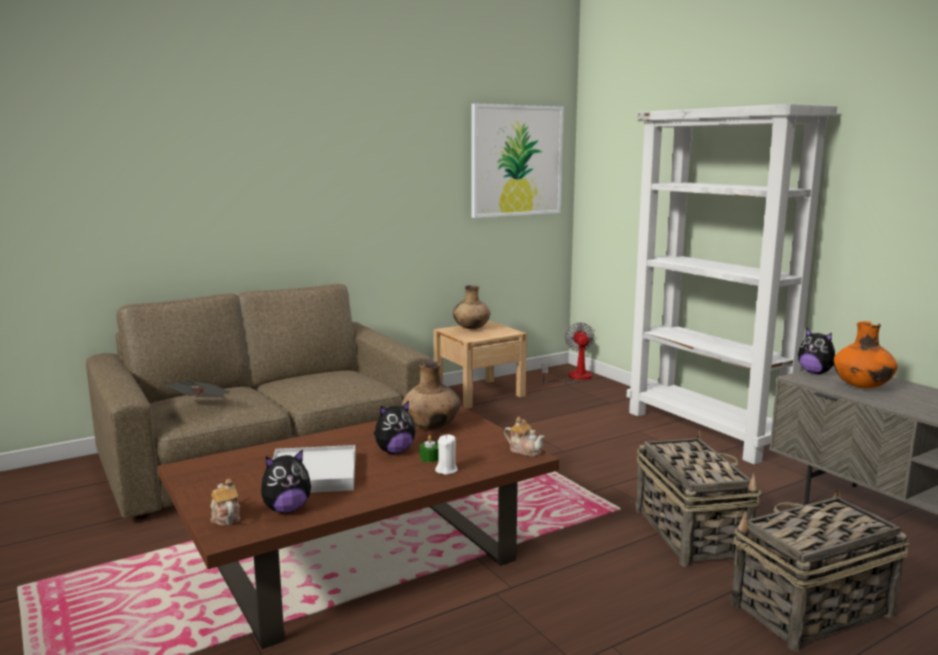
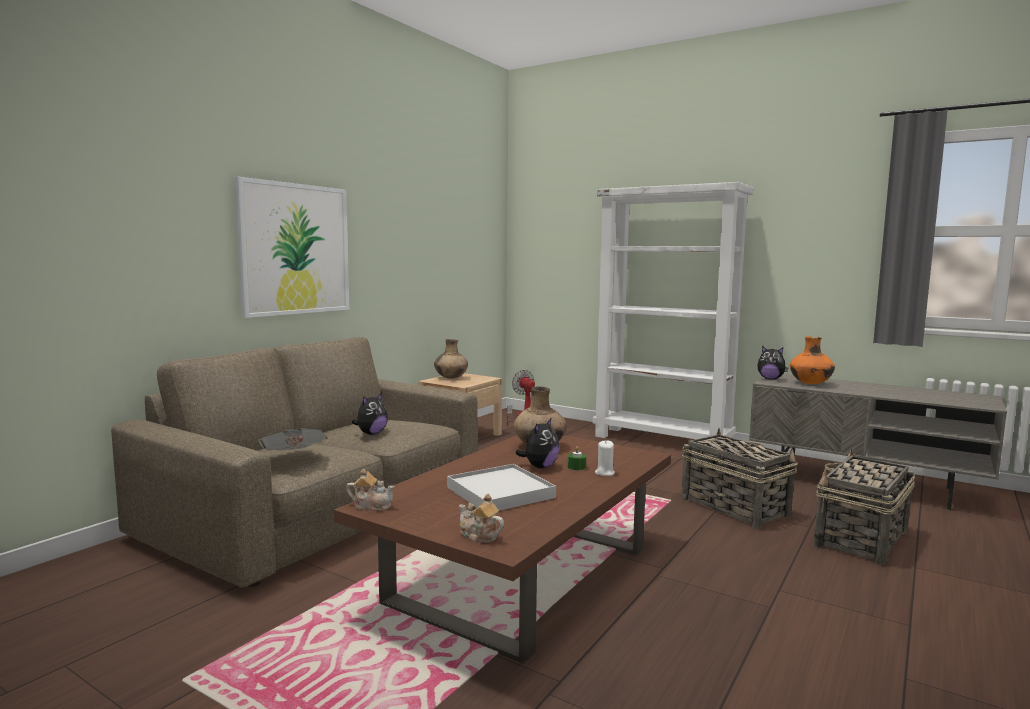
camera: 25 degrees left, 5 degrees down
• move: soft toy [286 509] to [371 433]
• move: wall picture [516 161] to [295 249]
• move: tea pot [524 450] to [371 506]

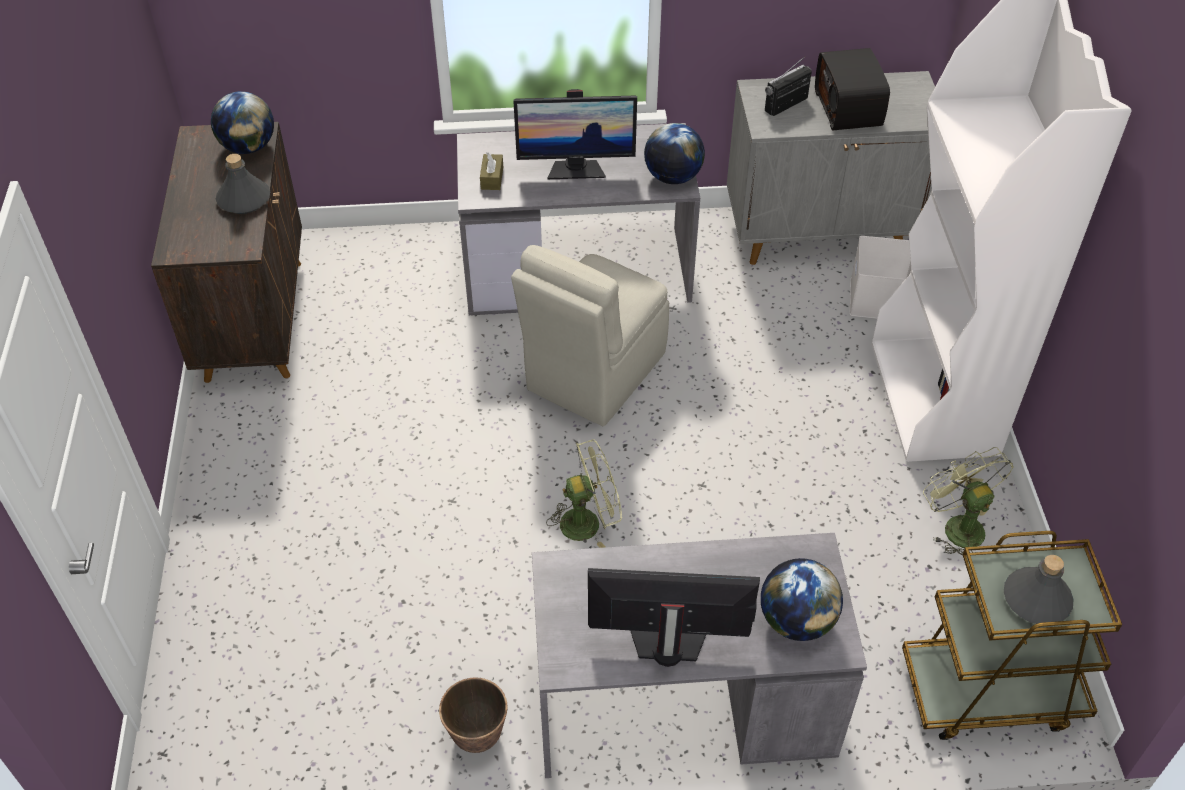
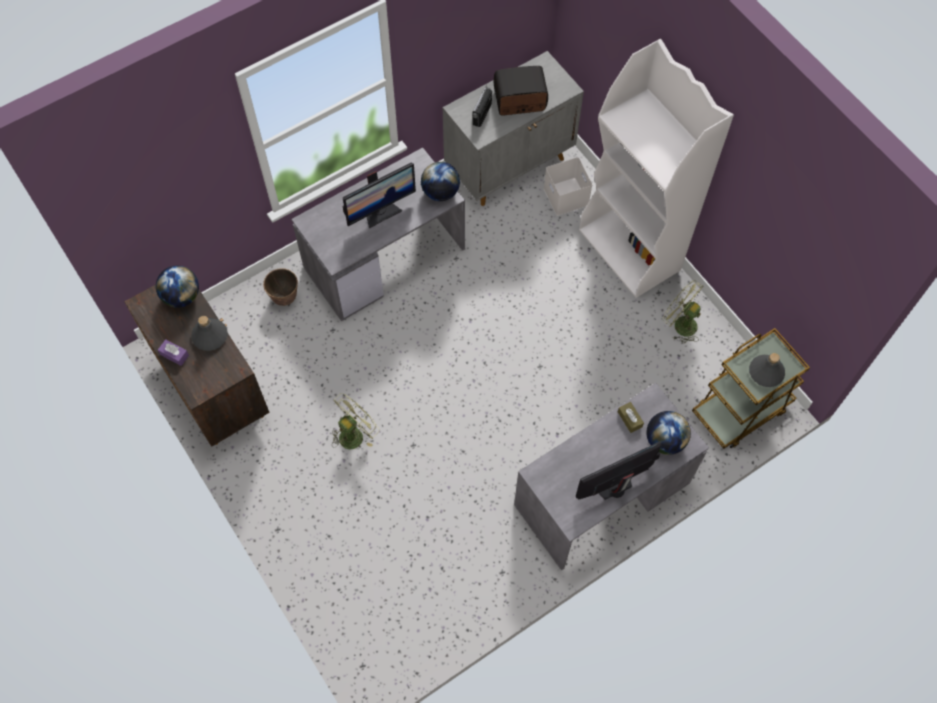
camera: 30 degrees left, 15 degrees up
• delete: sand-coloured chair [593 373]
• insert: purplish tissue box [174 355]
• move: planter [477 736] to [284 298]
• move: brown-coloured tissue box [492 178] to [629 419]
• move: green electric fan [588 521] to [354 433]
• rotate: radio [849 108] = [519 101] 120 degrees clockwise

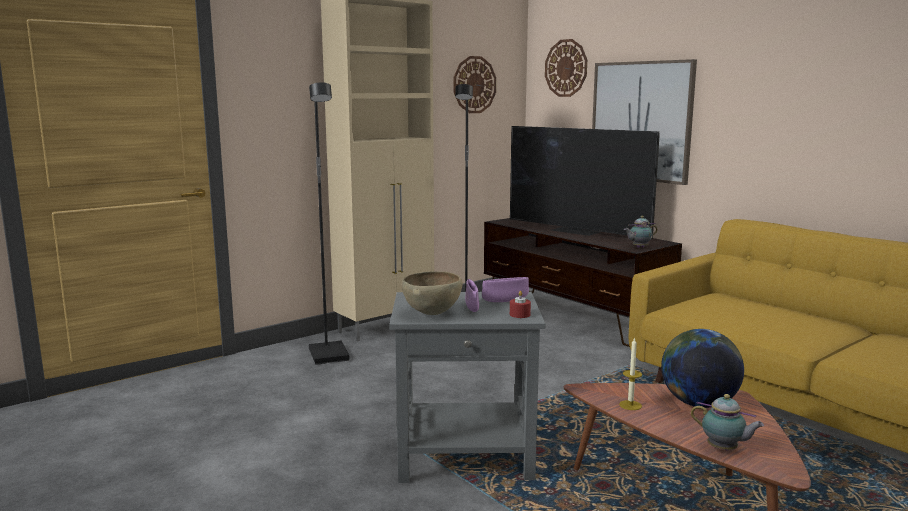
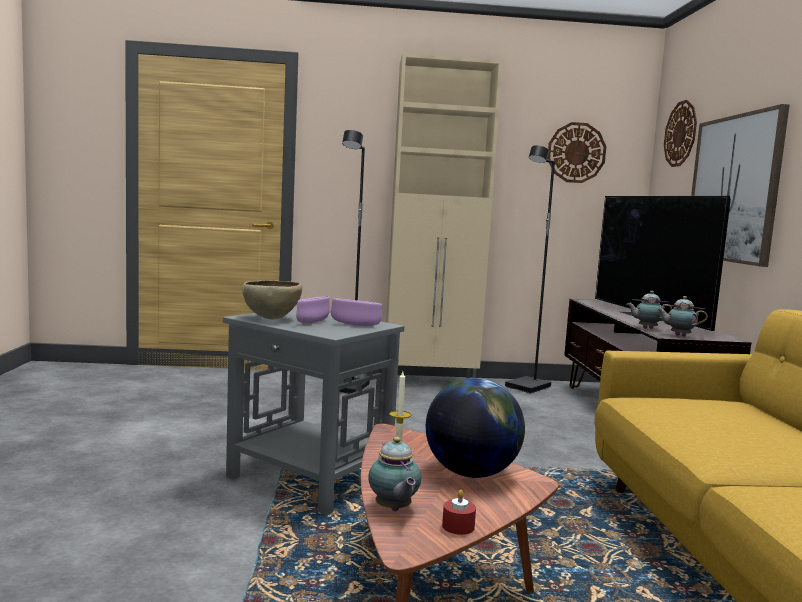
camera: 35 degrees right, 5 degrees down
• insert: tea pot [646 328]
• move: red-coloured wax light [520 314] to [458 526]

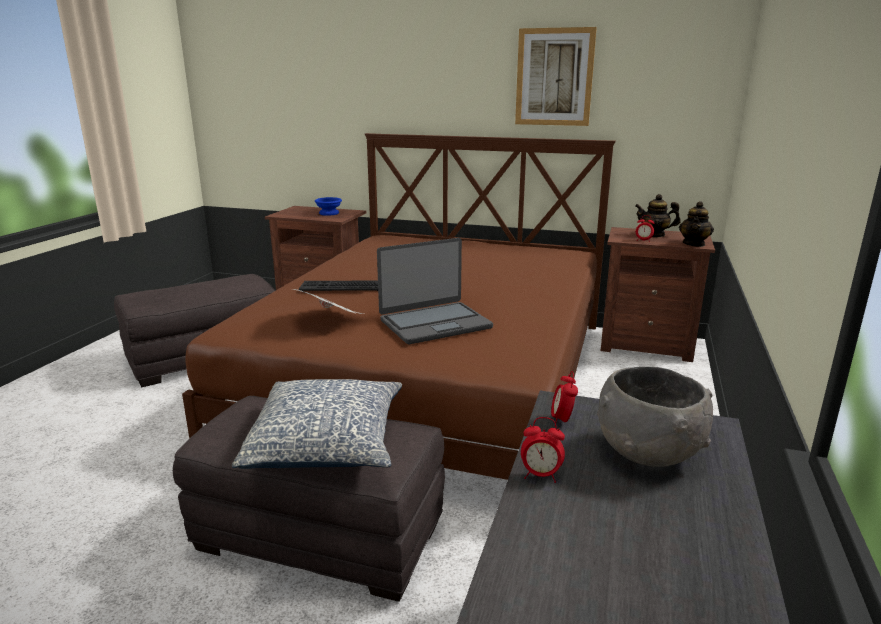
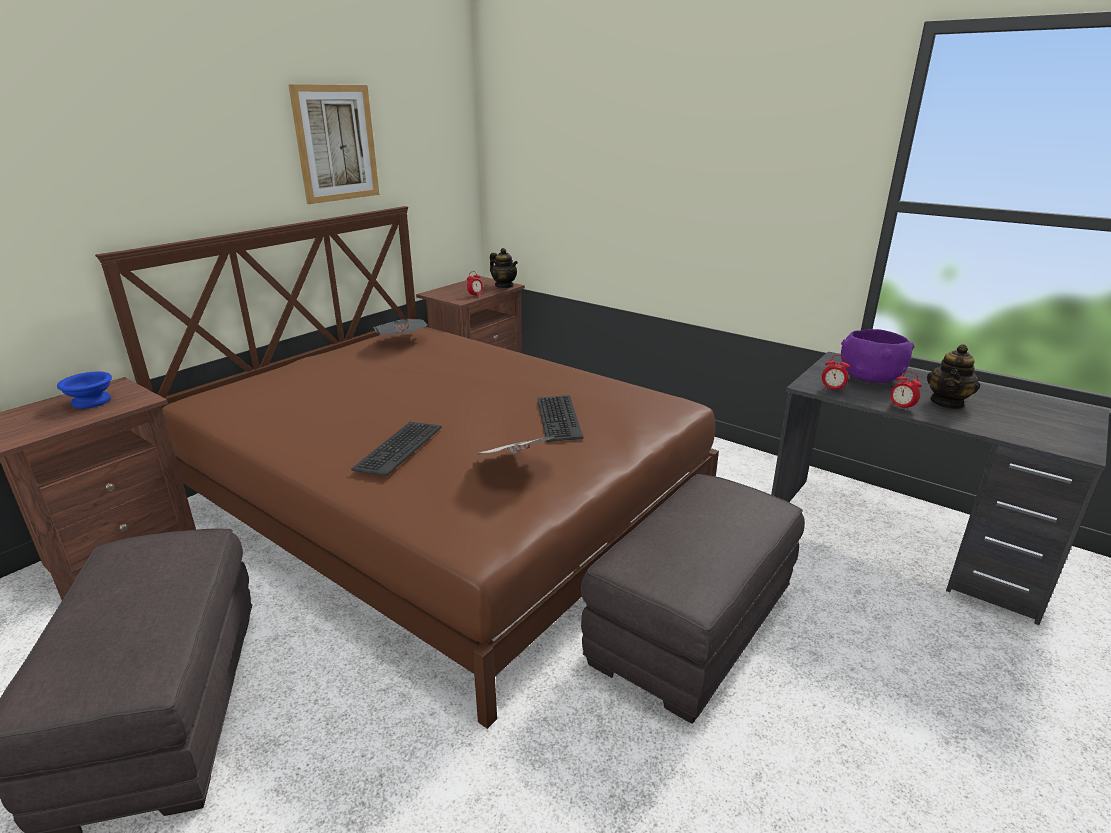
camera: 70 degrees left, 5 degrees up
• delete: cushion [327 443]
• insert: newspaper [402 341]
• move: tea pot [654 235] to [947 402]
• replace: notebook computer [434 323] to computer keyboard [558 418]
• recolor: gray bowl [648 452] to purplish bowl [869 378]
• rotate: bedside clock [540 475] = [901 408] 105 degrees clockwise

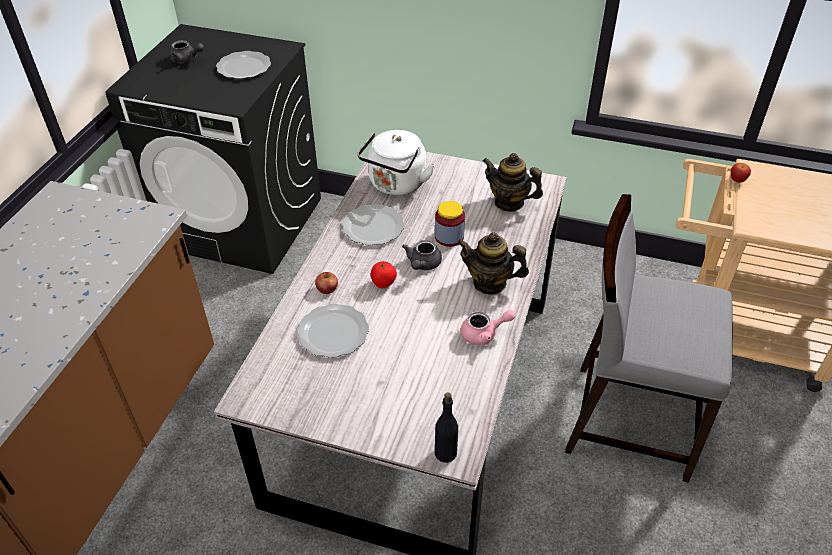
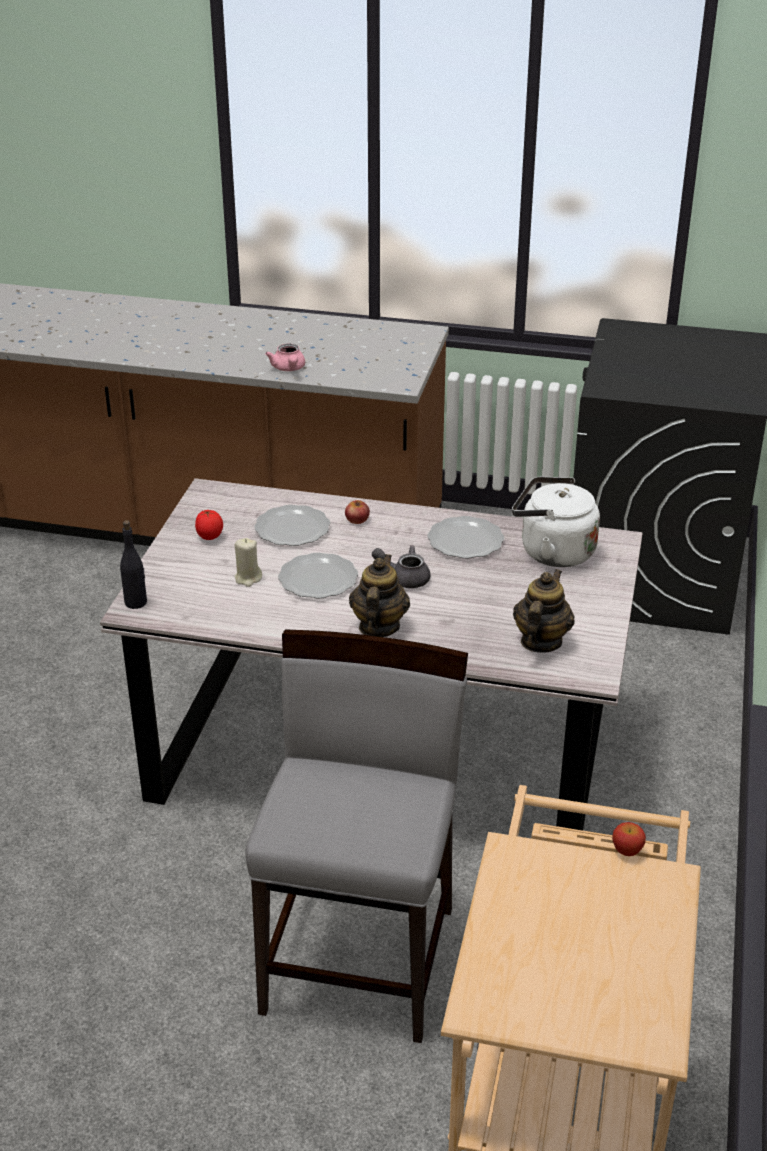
camera: 85 degrees right, 10 degrees down
• delete: gray tea pot [187 60]
• delete: preserve jar [449 237]
• insert: sand-coloured wax light [248 578]
• move: flat dish [244 67] to [317 579]
• move: fresh tomato [384 283] to [209 537]
• move: pink tea pot [484 334] to [288 369]

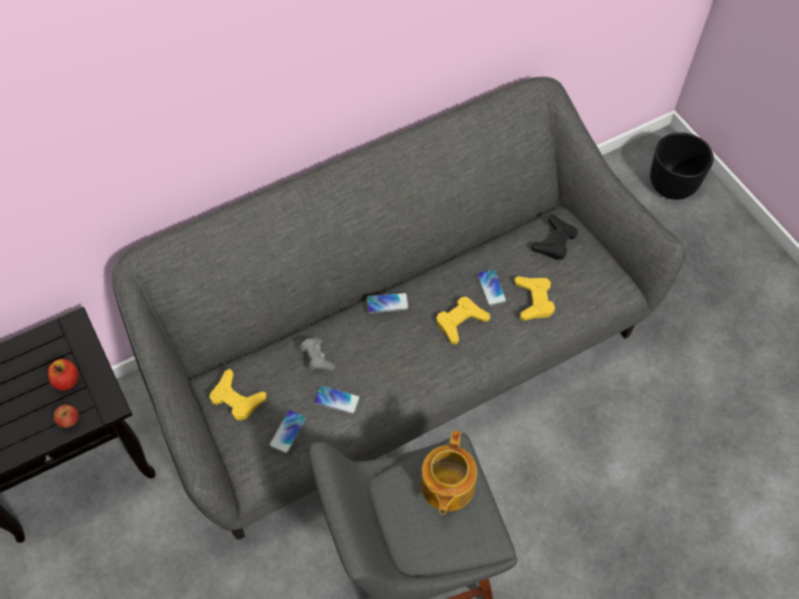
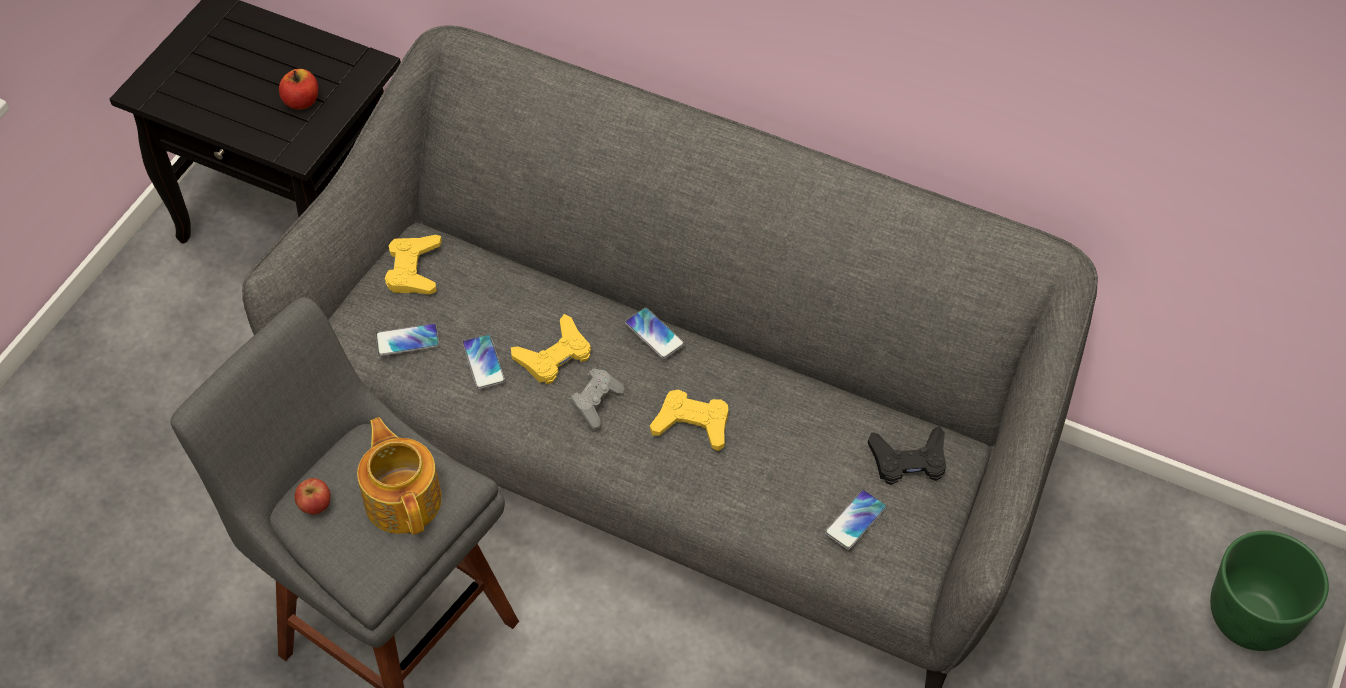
camera: 55 degrees right, 5 degrees down
• move: apple [69 420] to [315 505]
• move: gray gamepad [317 359] to [596 404]
• move: telephone [491 288] to [855 520]
• move: yellowish gamepad [534 300] to [554 356]
• recolor: black planter [671 185] to green planter [1249 618]
• rotate: tea pot [446 486] = [403 498] 90 degrees clockwise

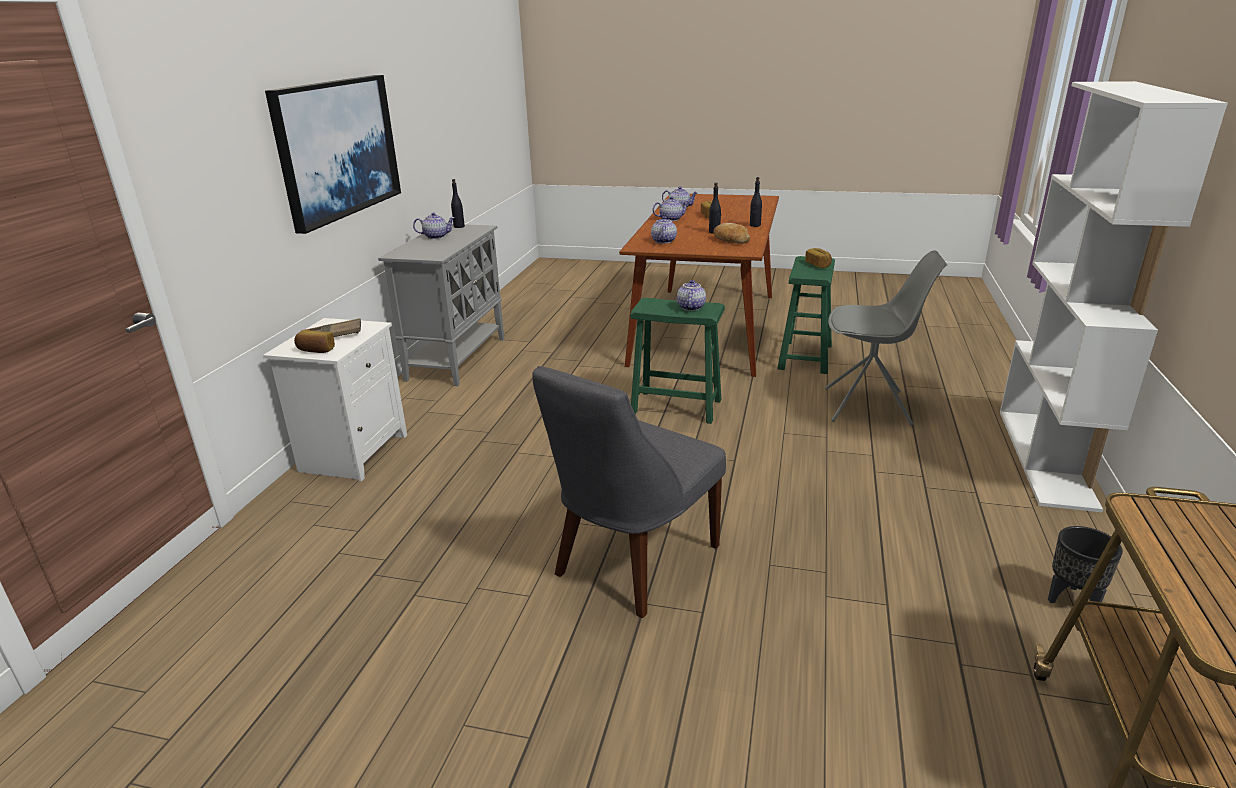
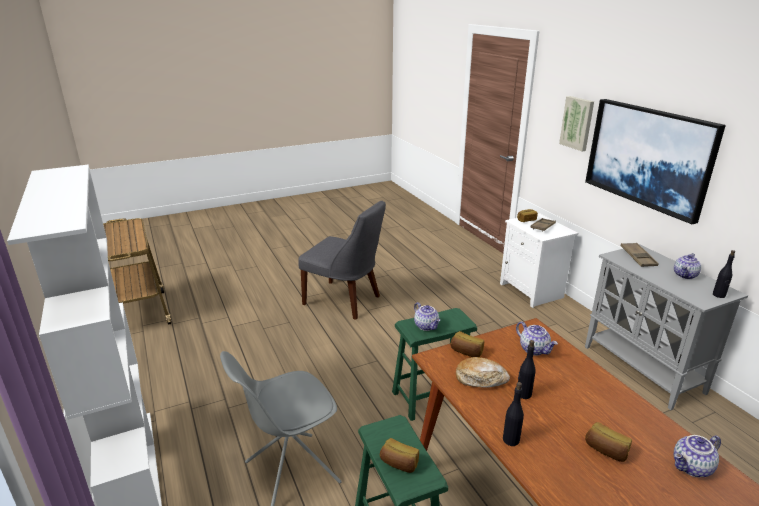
camera: 140 degrees right, 0 degrees up
• delete: tea pot [671 219]
• delete: black planter [1073 601]
• insert: baked bread [466 352]
• insert: wall picture [577 123]
• insert: brown-coloured serving tray [638 257]
• rotate: gray chair [632 563] = [345 301] 120 degrees clockwise

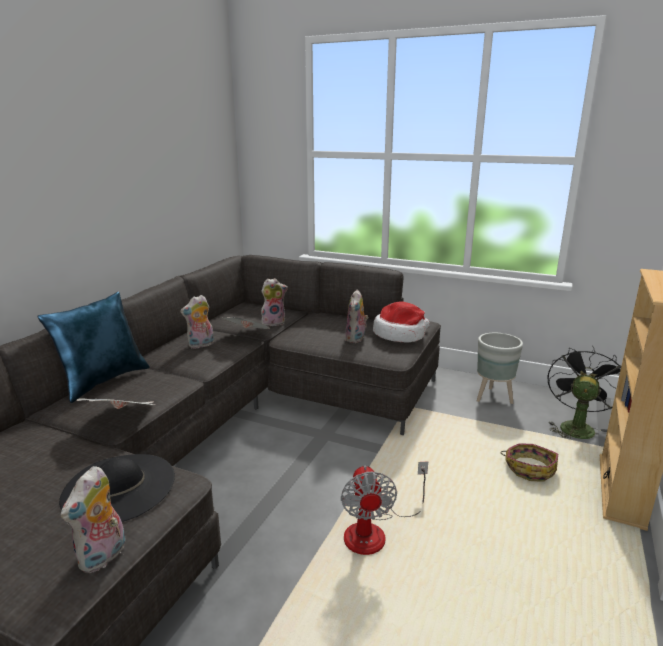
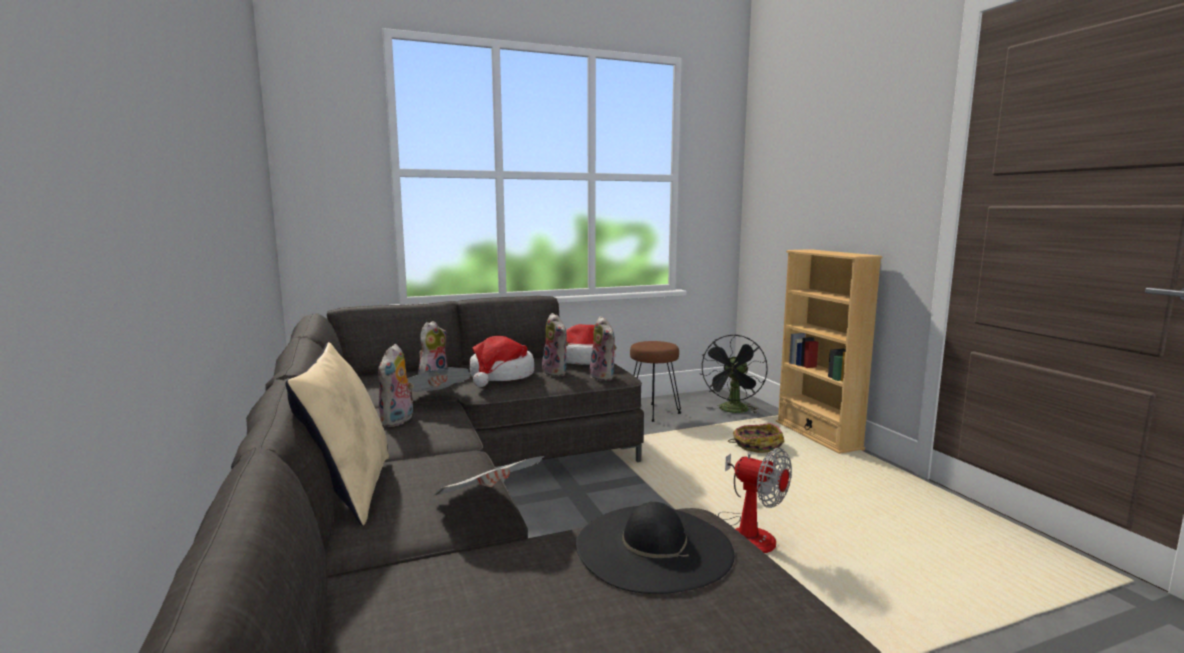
camera: 45 degrees left, 10 degrees down
• insert: hat [501 376]
• move: soft toy [103 557] to [604 377]
• replace: gray planter [493 398] to brown-coloured sitting stool [653 413]
• recolor: bluish cushion [103 381] to sand-coloured cushion [349 491]
• rotate: black electric fan [576 426] = [733 411] 135 degrees counterclockwise

